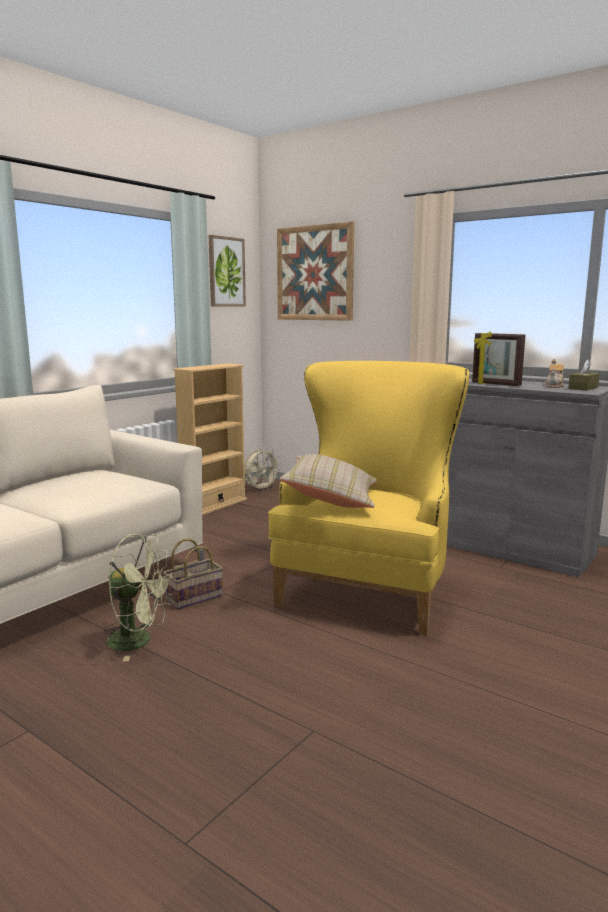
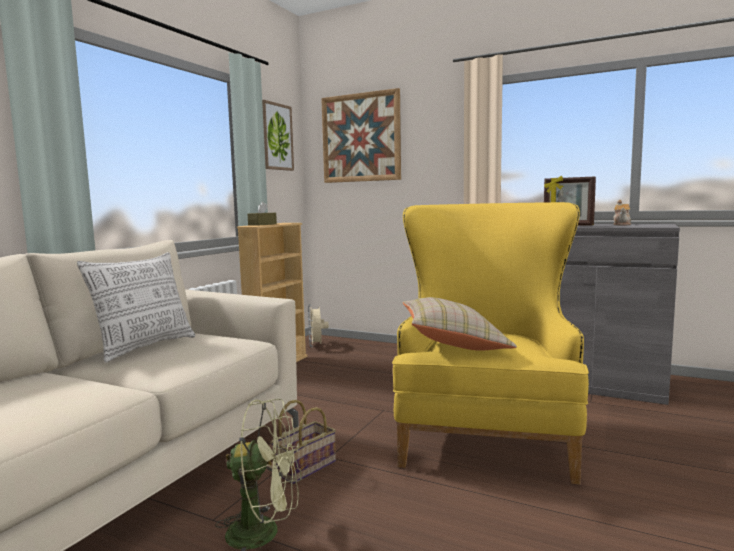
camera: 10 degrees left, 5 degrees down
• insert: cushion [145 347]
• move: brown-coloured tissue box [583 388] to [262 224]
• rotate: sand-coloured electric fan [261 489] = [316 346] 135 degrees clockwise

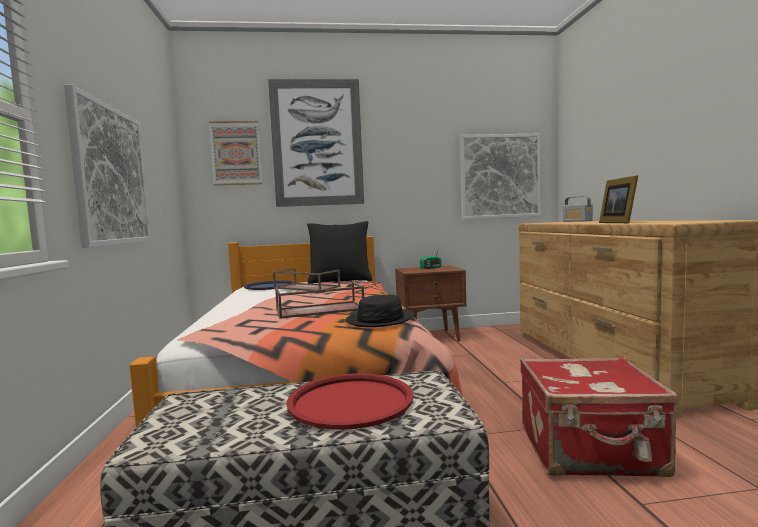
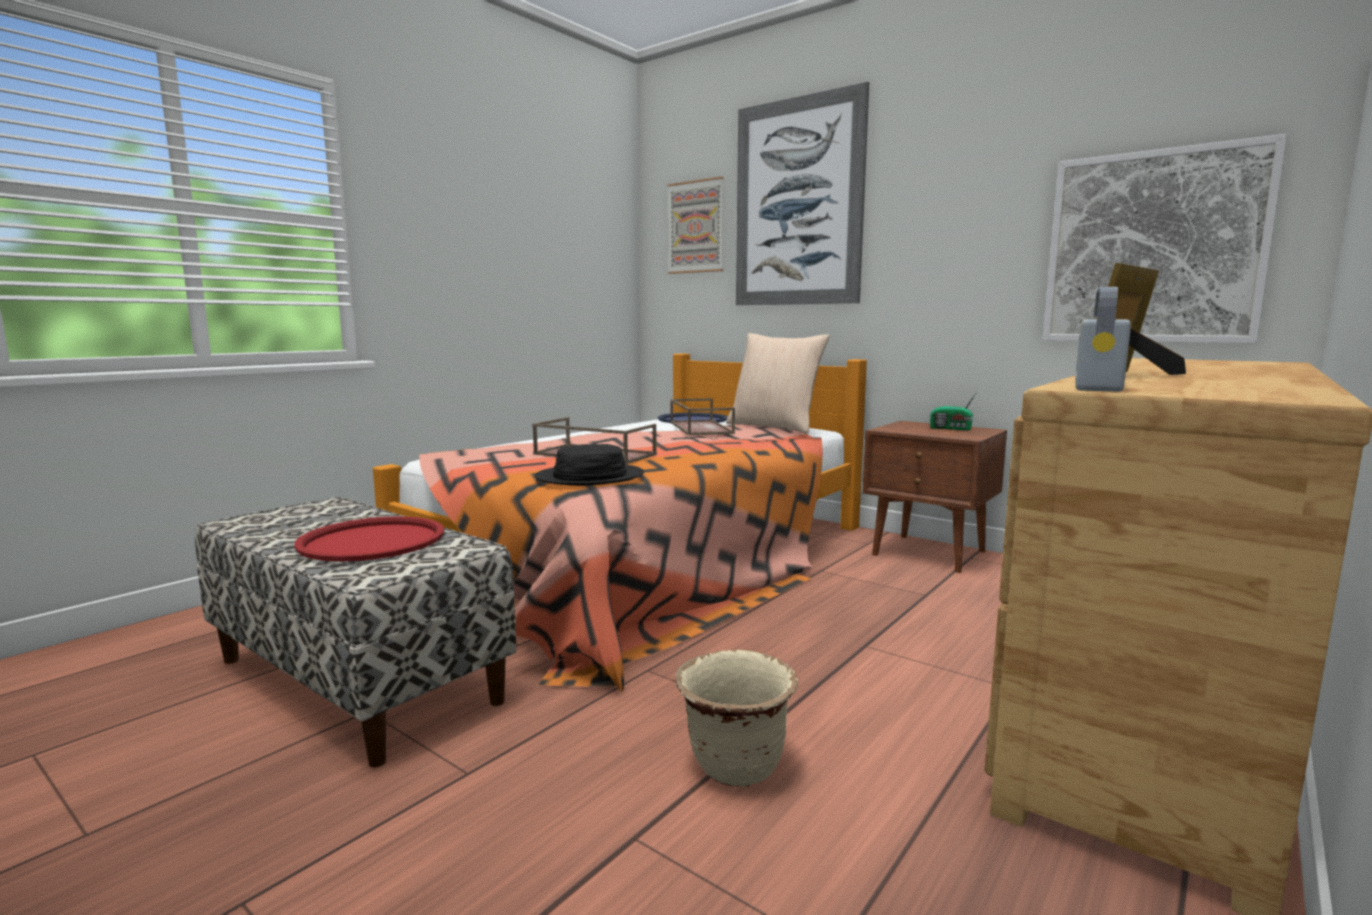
camera: 45 degrees right, 5 degrees up
• delete: wall picture [111 176]
• move: radio [577 221] to [1097 386]
• replace: red-coloured piece of luggage [590 452] to sand-coloured planter [736 766]
• recolor: black cushion [340 281] to sand-coloured cushion [774 426]

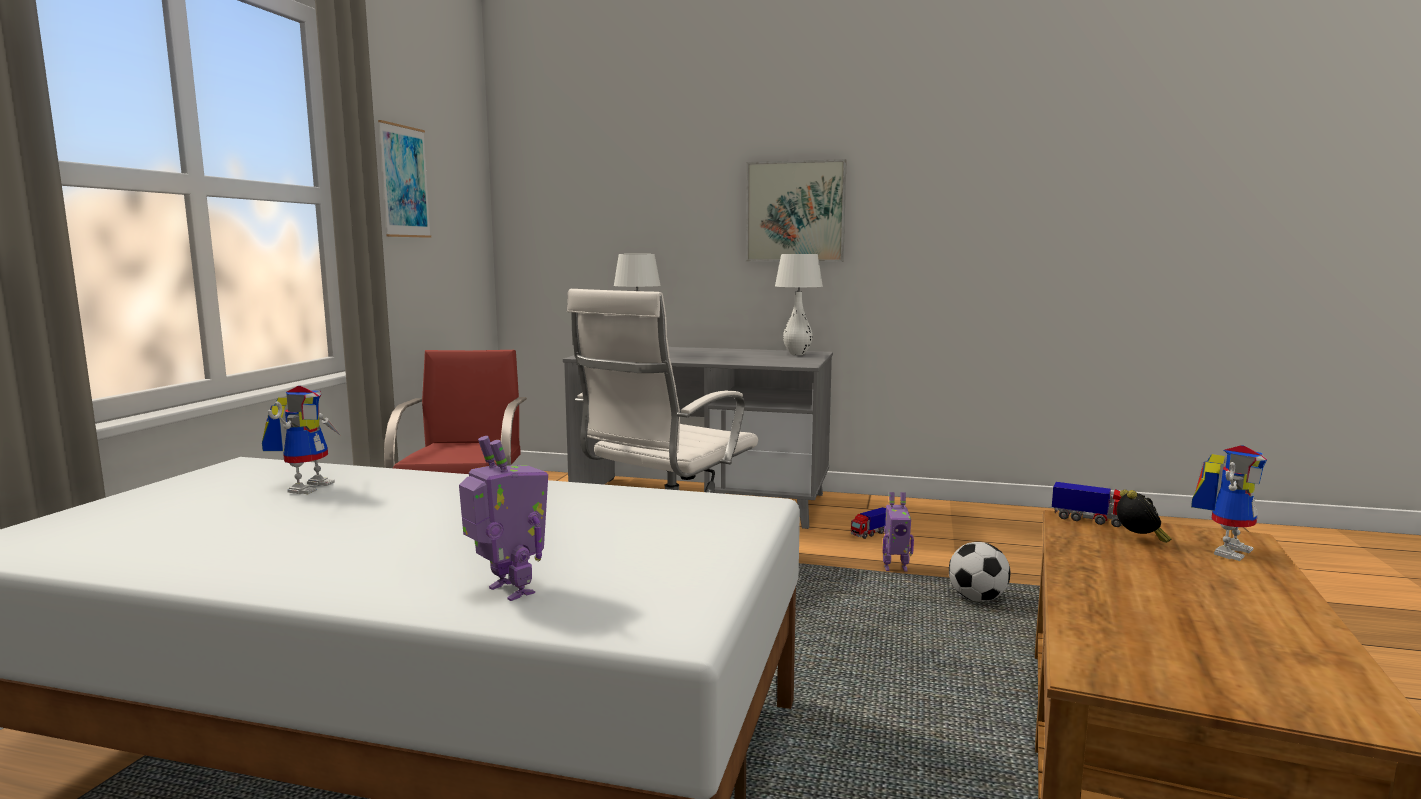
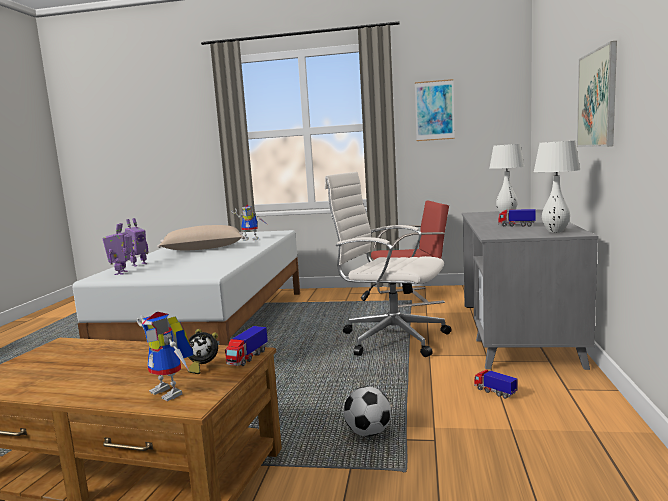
camera: 85 degrees right, 0 degrees up
• insert: sand-coloured cushion [203 249]
• insert: model truck [516 225]
• move: robot figure [895 568] to [122 273]

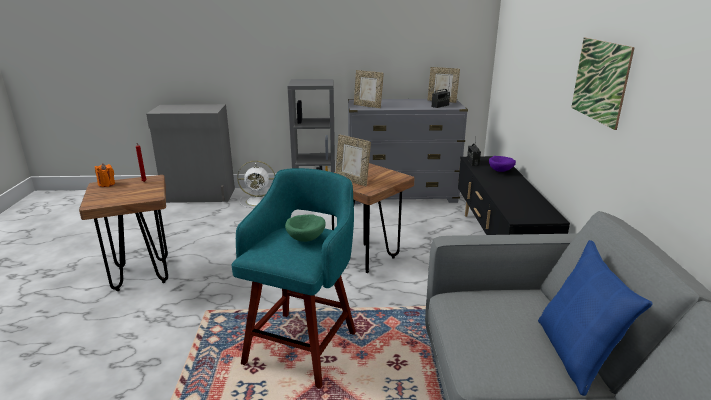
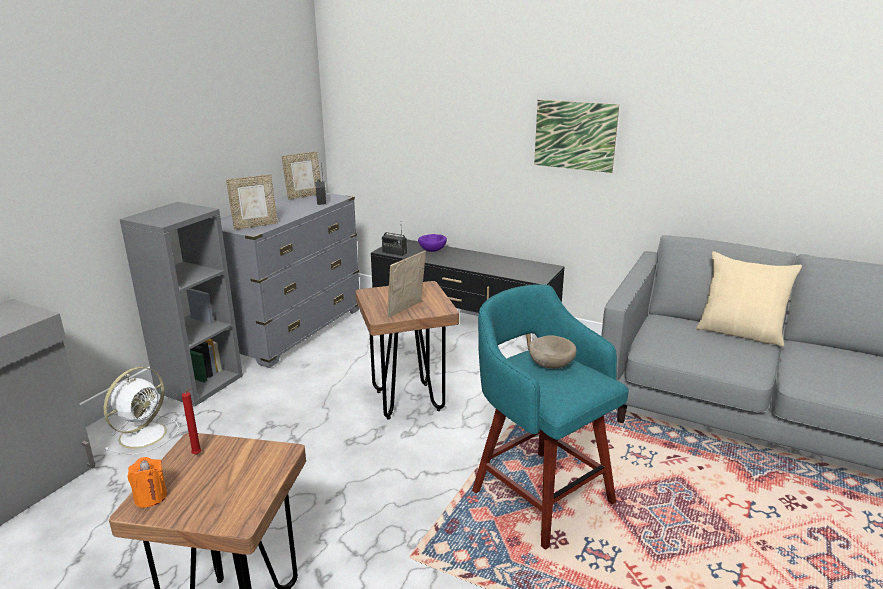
camera: 60 degrees left, 0 degrees up
• recolor: green bowl [306 238] to sand-coloured bowl [550 364]
• recolor: bluish cushion [576 355] to sand-coloured cushion [740 333]
• rotate: picture frame [352 181] = [407 310] 150 degrees clockwise

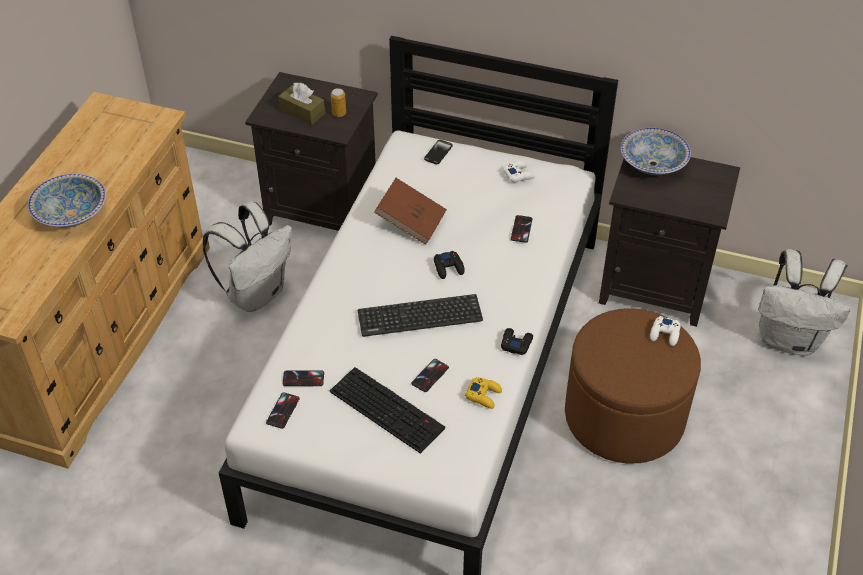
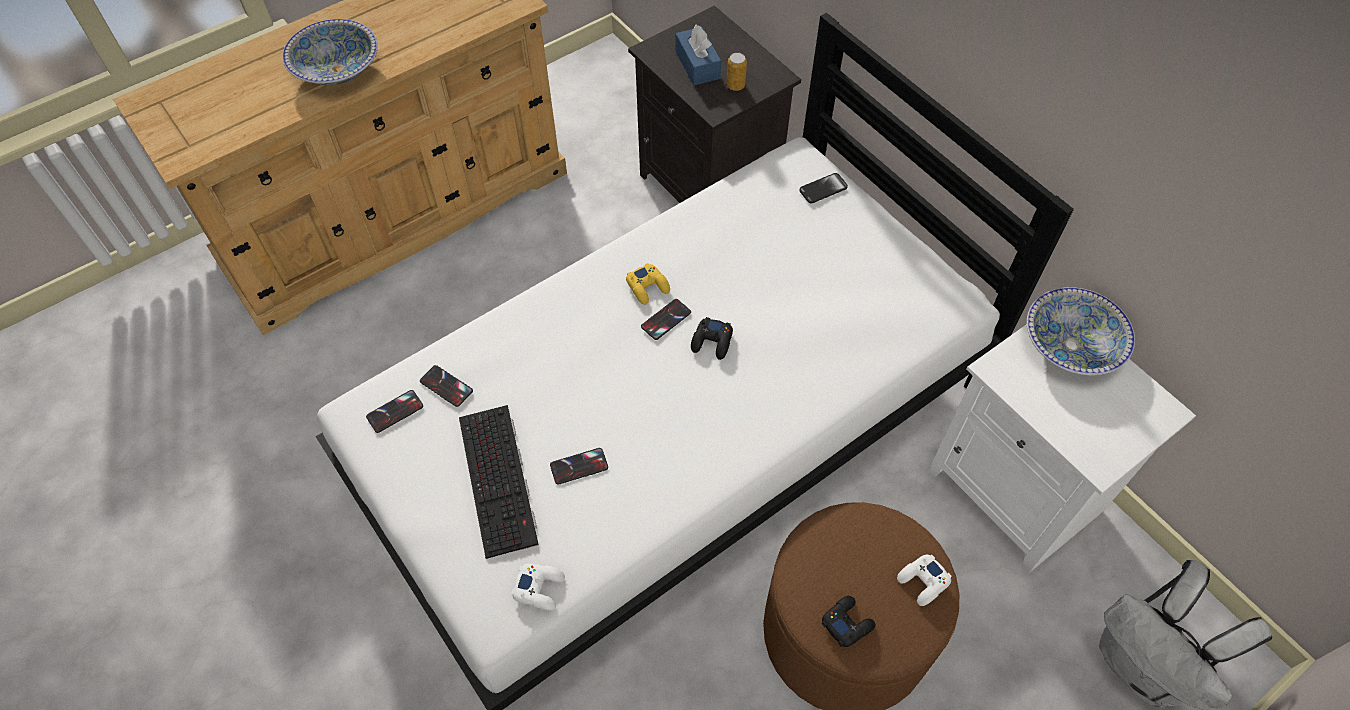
camera: 35 degrees right, 10 degrees up
• delete: white-coloured rucksack [256 293]
• delete: computer keyboard [420 316]
• delete: brown-coloured book [411 222]
• move: yellowish gamepad [483 395] to [648 287]
• move: black gamepad [516 343] to [847 623]
• move: white-coloured gamepad [518 174] to [539 588]
• move: telephone [521 229] to [666 319]
• recolor: brown-coloured tissue box [302 112] to bluish tissue box [697 65]
• recolor: black bedside table [656 286] to white-coloured bedside table [1018 490]

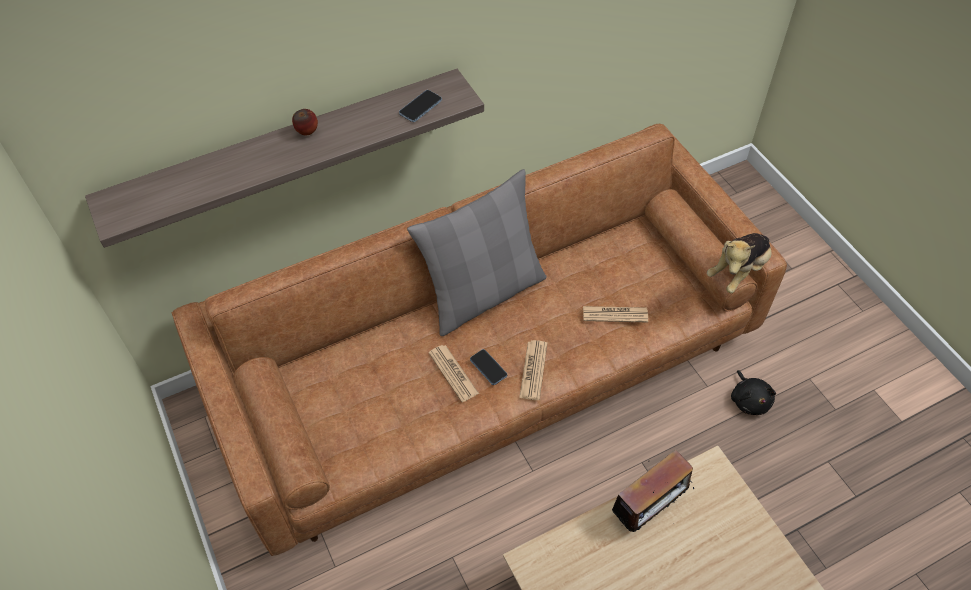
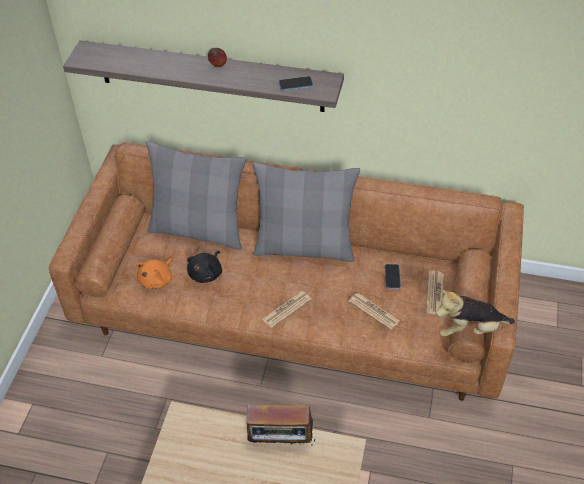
camera: 40 degrees right, 5 degrees down
• insert: orange-coloured soft toy [157 280]
• insert: gray cushion [198 229]
• move: newspaper [453 373] to [435 293]
• move: telephone [488 368] to [392 277]
• move: black soft toy [749 400] to [206 273]

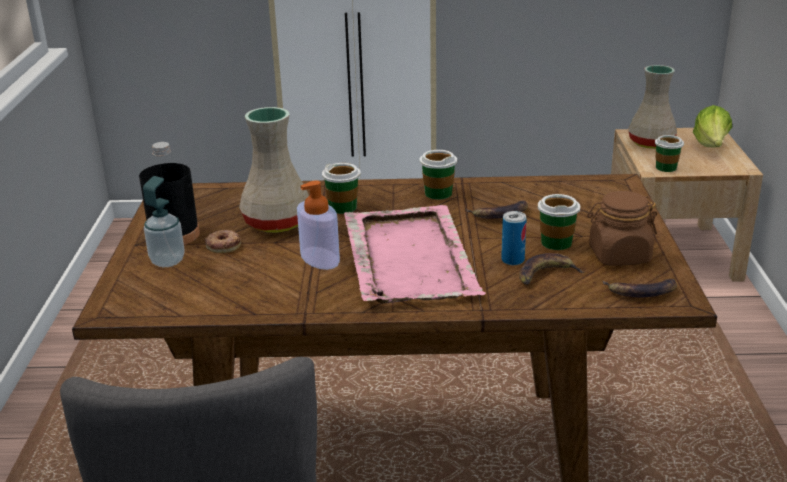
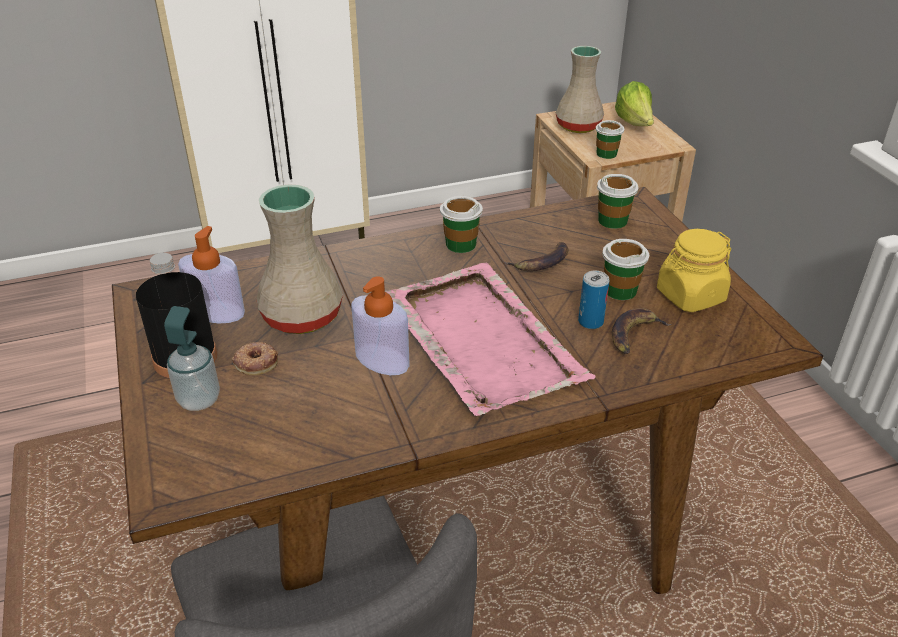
camera: 20 degrees left, 10 degrees up
• delete: whole banana [641 292]
• insert: soap dispenser [217 312]
• move: cup [343 207] to [613 221]
• recolor: brown-coloured preserve jar [619 255] to yellowish preserve jar [690 296]

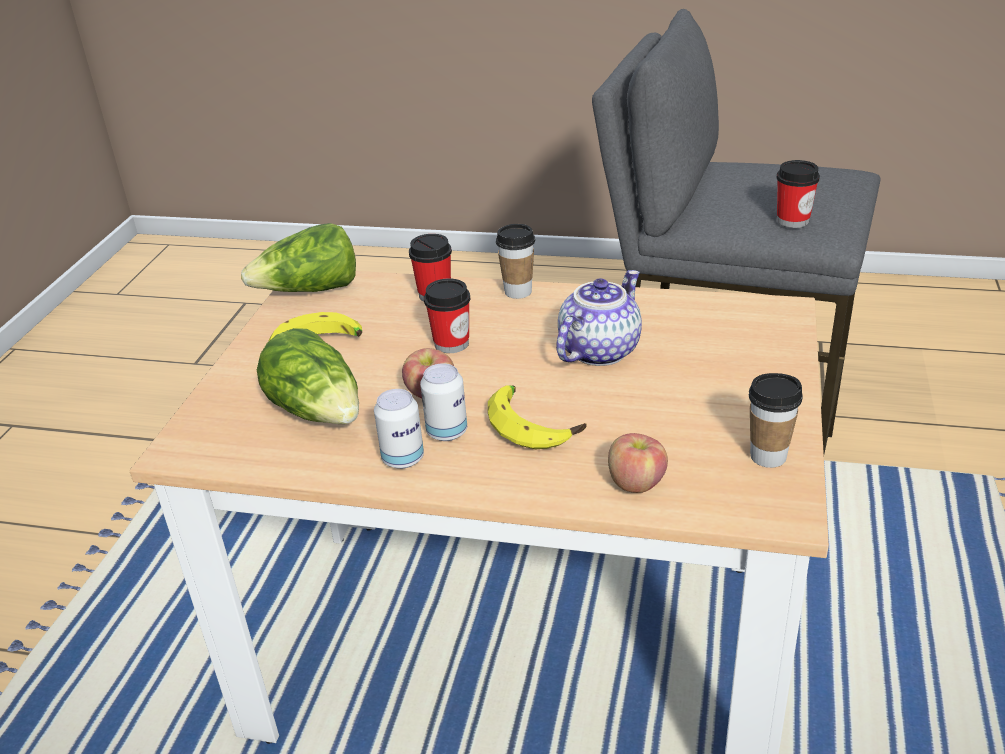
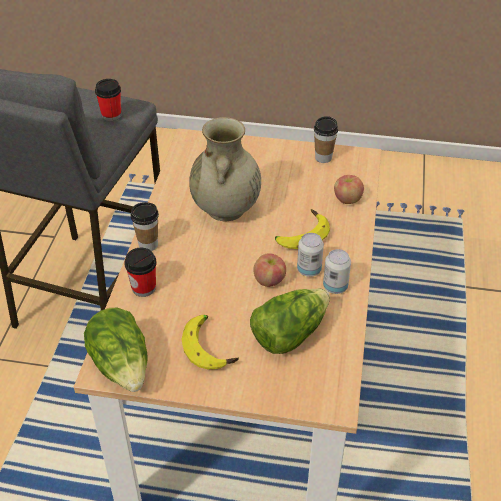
camera: 95 degrees left, 10 degrees up
• delete: cup [451 343]
• replace: tea pot [598 350] to sand-coloured flower vase [226 209]

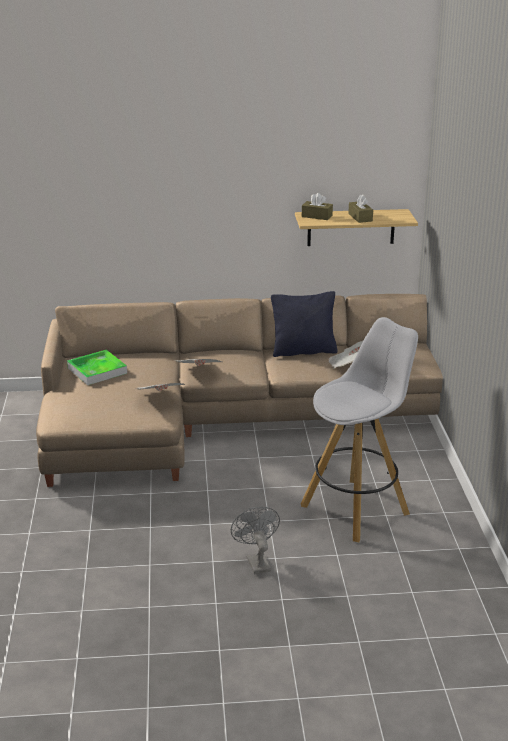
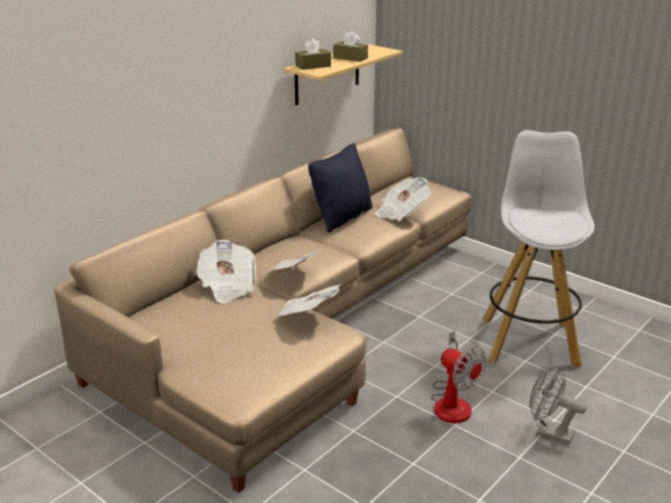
camera: 45 degrees left, 0 degrees up
• delete: serving tray [97 370]
• insert: newspaper [227 286]
• insert: electric fan [452 402]

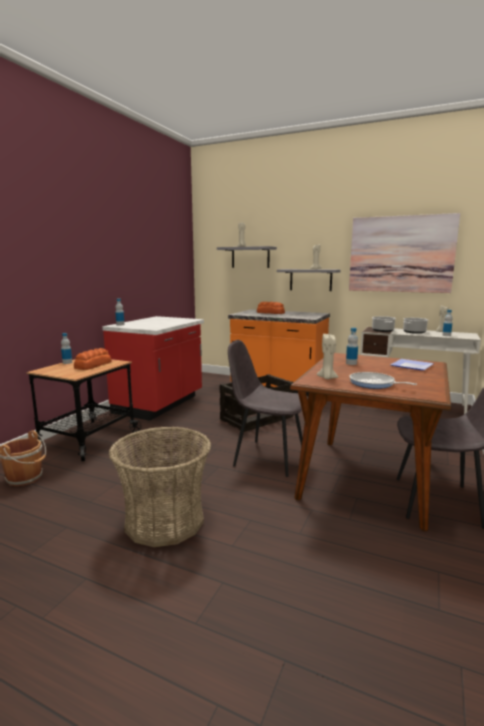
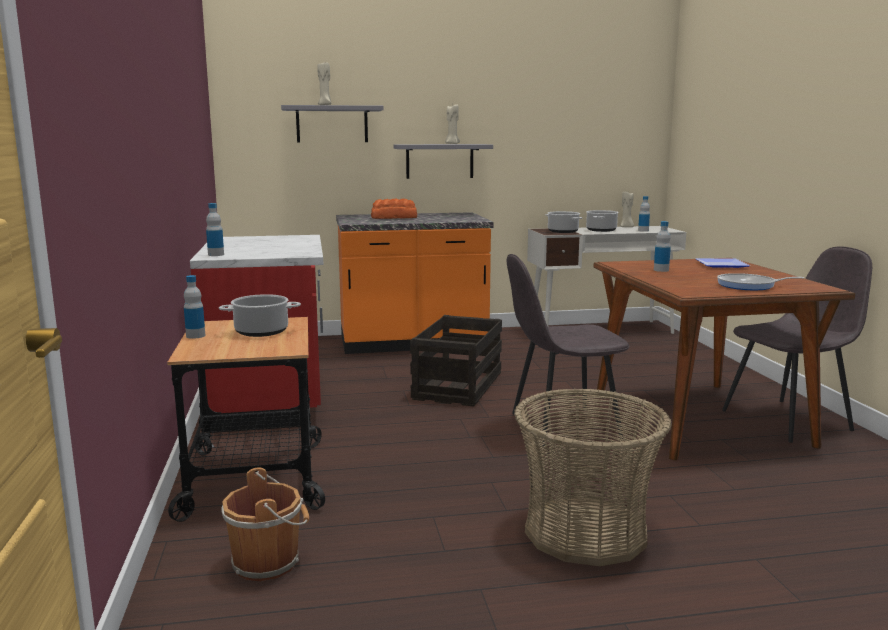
camera: 35 degrees left, 0 degrees up
• delete: sand-coloured wax light [327 378]
• delete: wall picture [401 254]
• replace: baked bread [92 365] to cooking pot [260 332]

